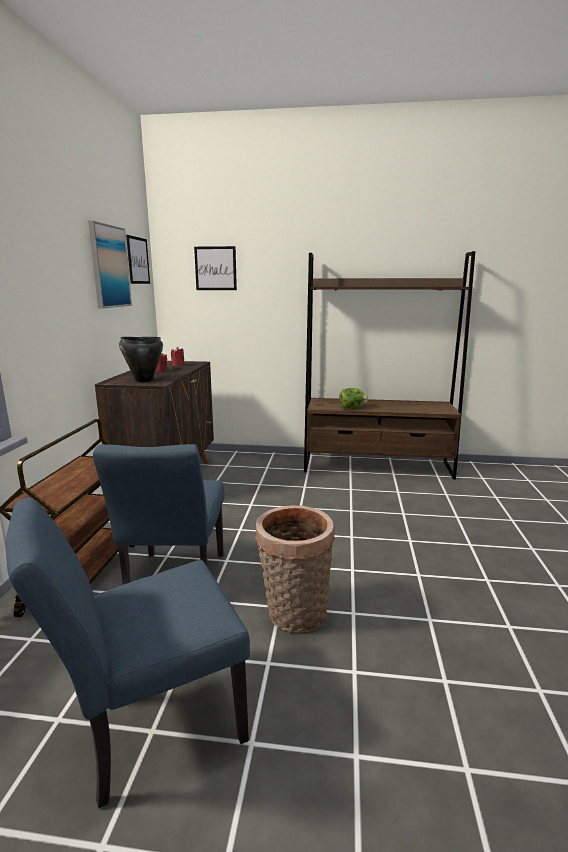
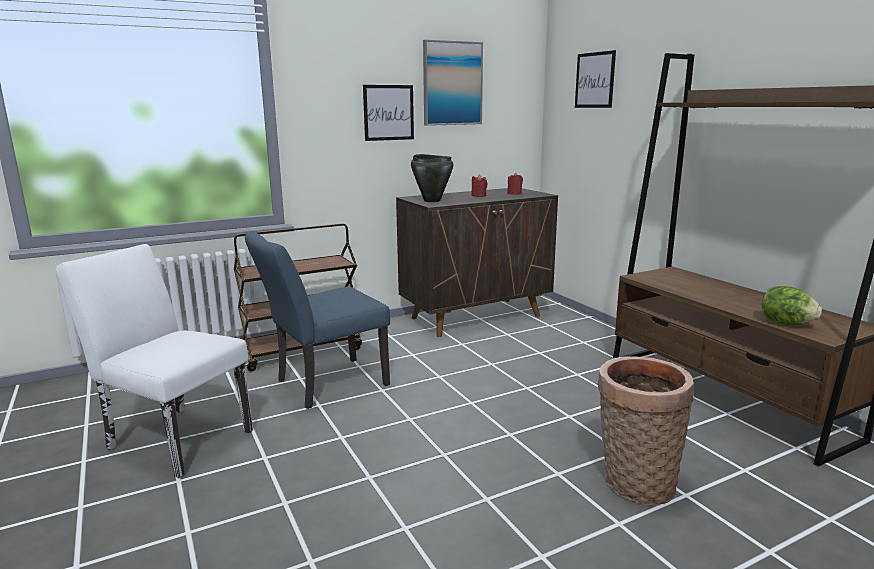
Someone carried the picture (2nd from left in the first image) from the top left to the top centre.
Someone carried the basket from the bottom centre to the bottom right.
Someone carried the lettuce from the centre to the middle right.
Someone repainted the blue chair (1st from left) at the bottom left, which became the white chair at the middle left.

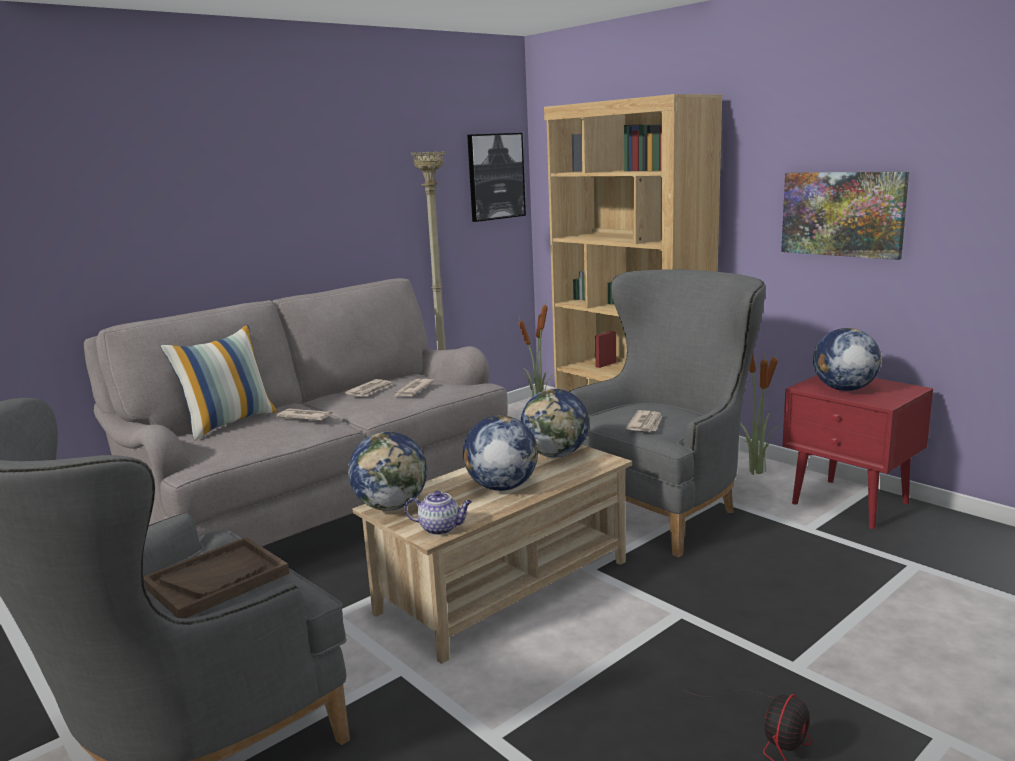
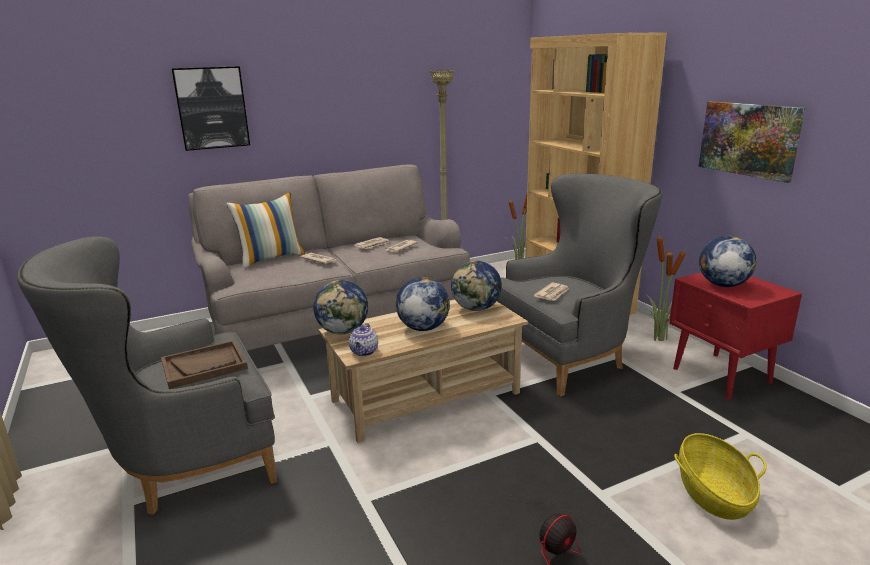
Someone put down the basket at the bottom right.
Someone carried the picture (1st from left) from the top centre to the top left.
Someone rotated the teapot at the bottom centre by 75 degrees clockwise.

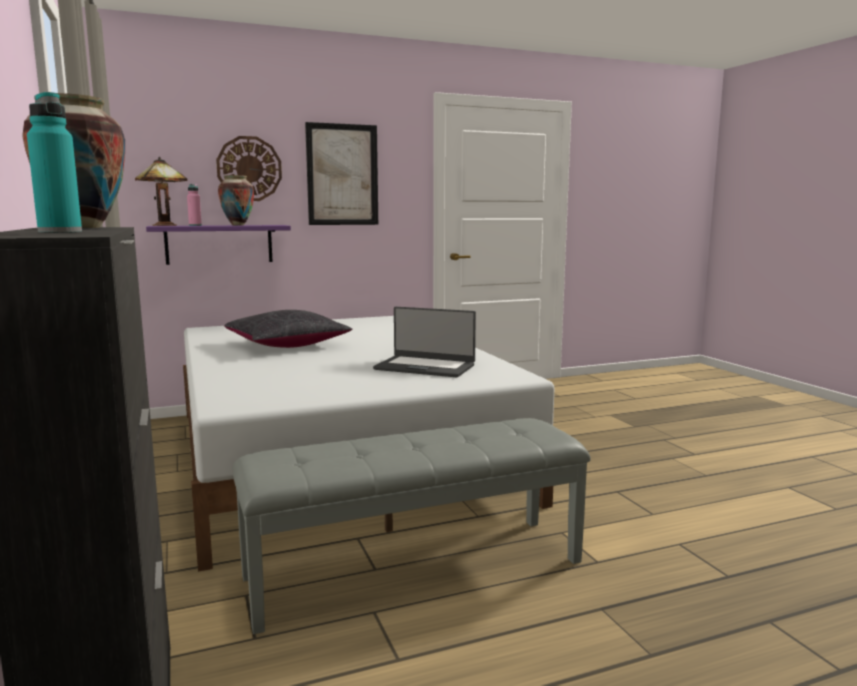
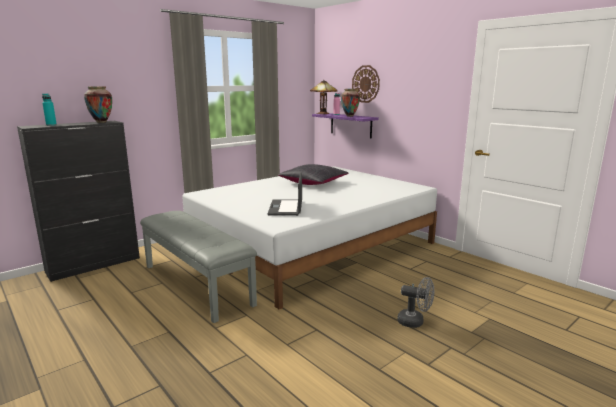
Someone took away the picture at the top centre.
Someone put down the grey fan at the bottom right.

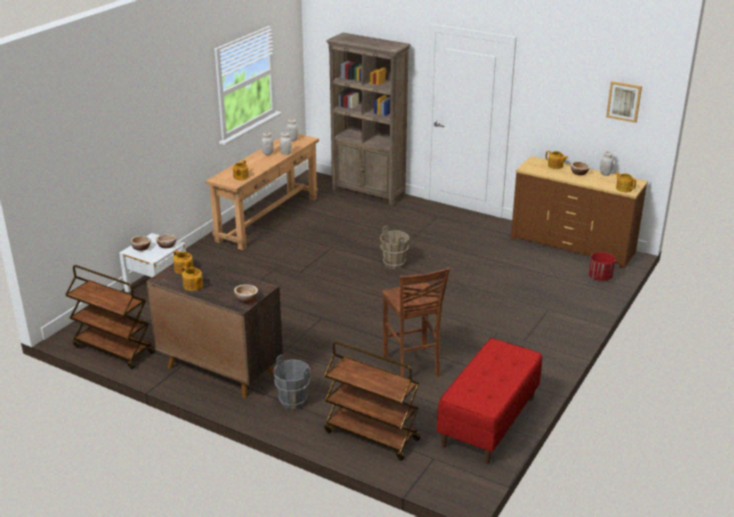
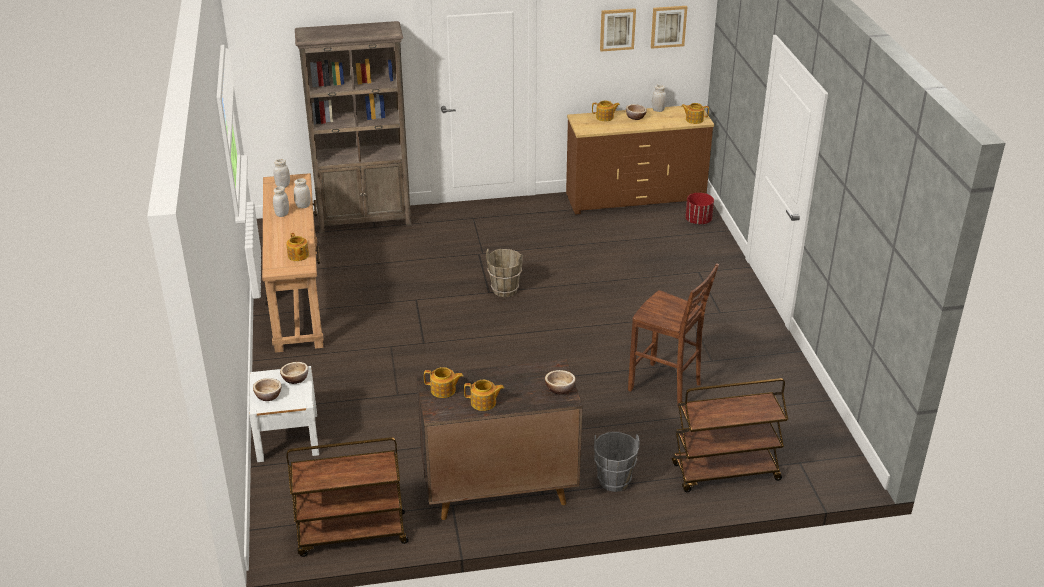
Someone took away the red bench at the bottom centre.
Someone put up the picture (1st from left) at the top centre.

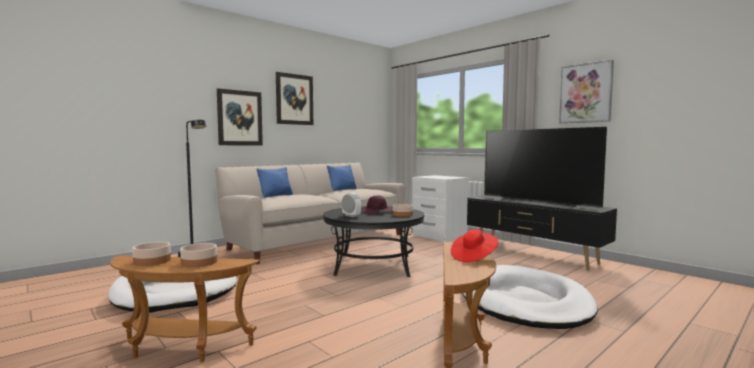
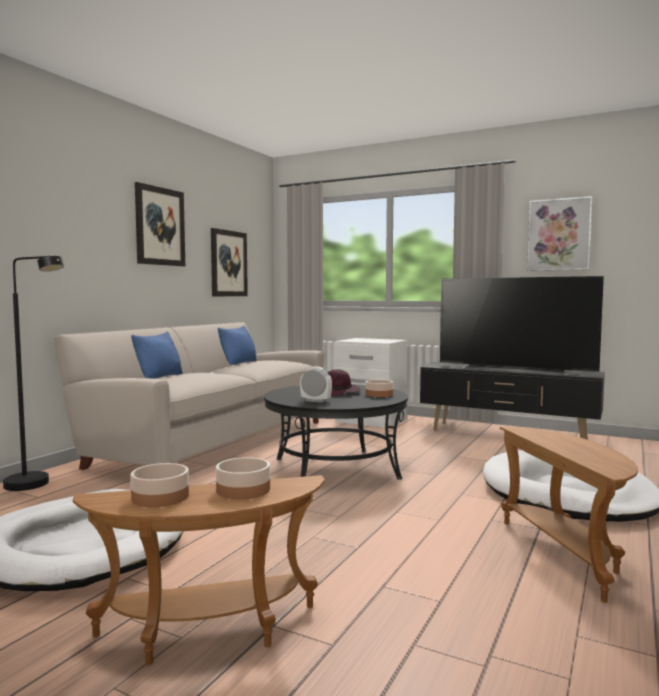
Someone took away the red hat at the centre.
Someone carried the picture (1st from left in the first image) from the top left to the centre.

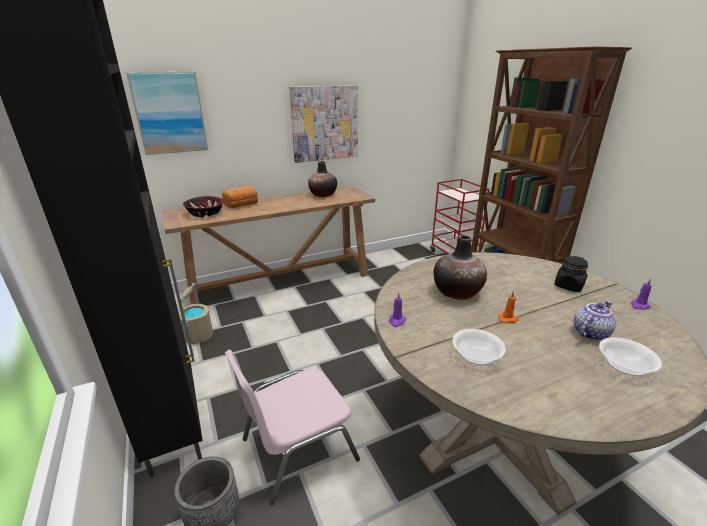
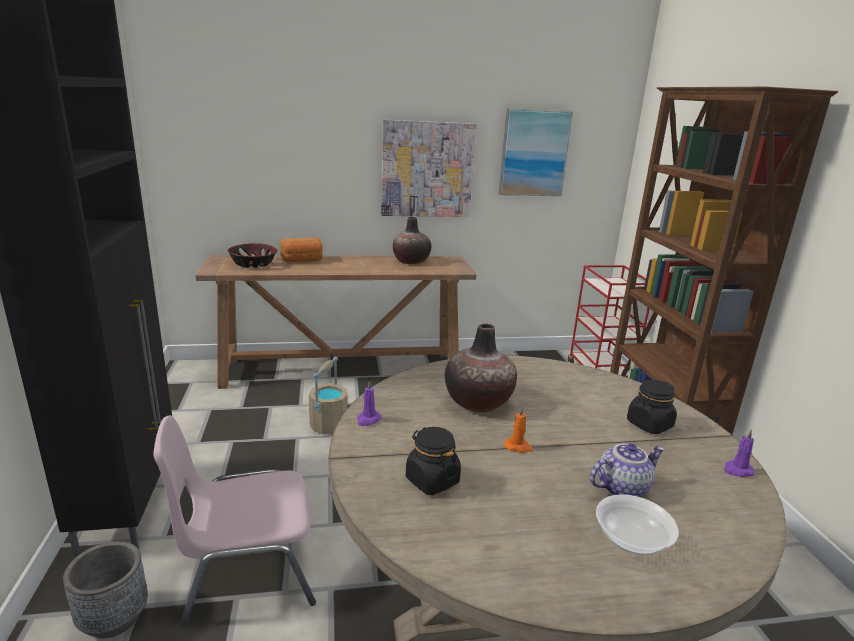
Someone carried the picture (1st from left in the first image) from the top left to the top centre.
Someone carried the beige bucket from the middle left to the centre.
Someone swapped the bowl (2nd from left) at the middle right for the black jar (1st from left) at the bottom centre.

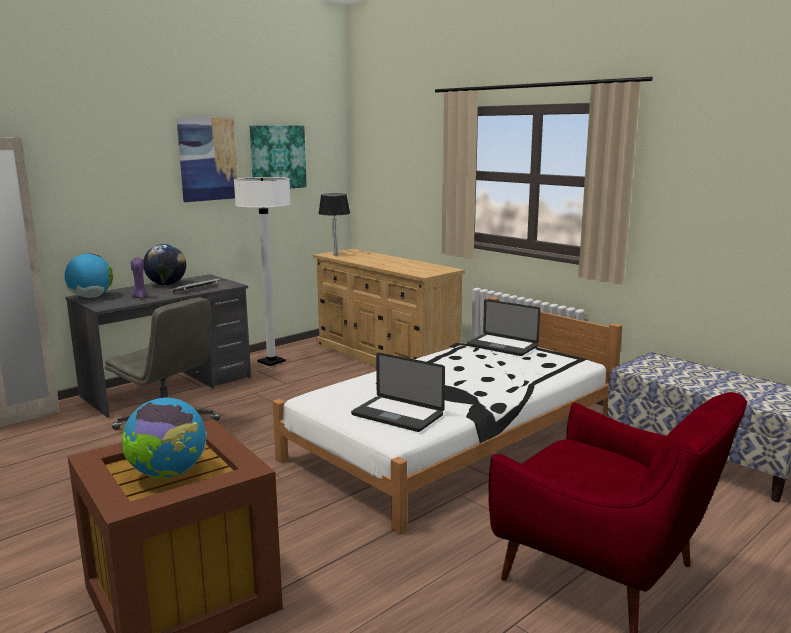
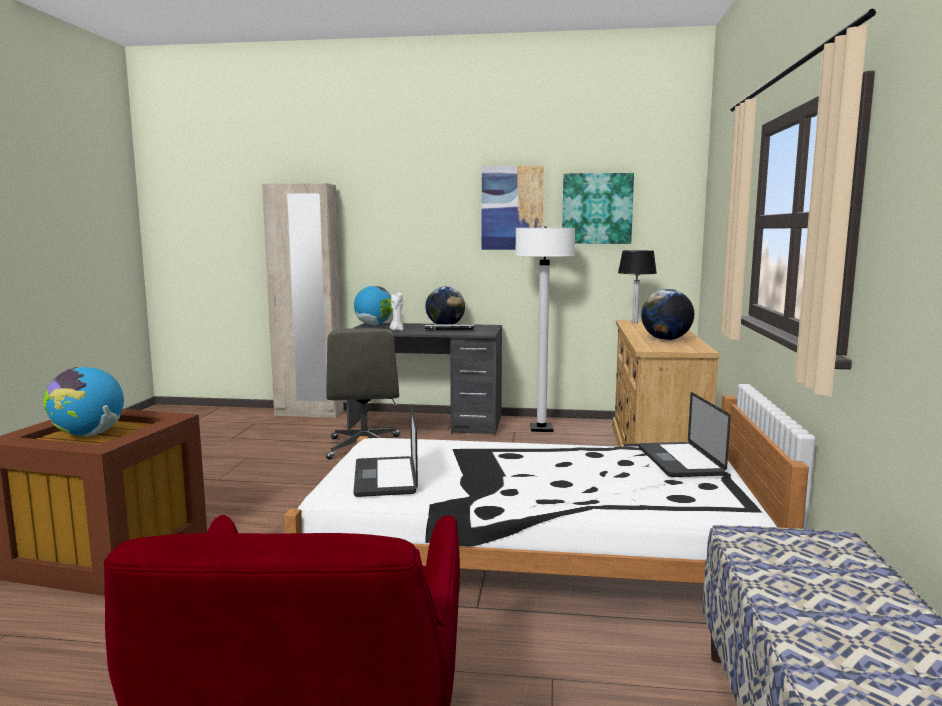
Someone put down the globe (4th from left) at the middle right.
Someone repainted the purple candle at the middle left, which became the white candle at the centre.

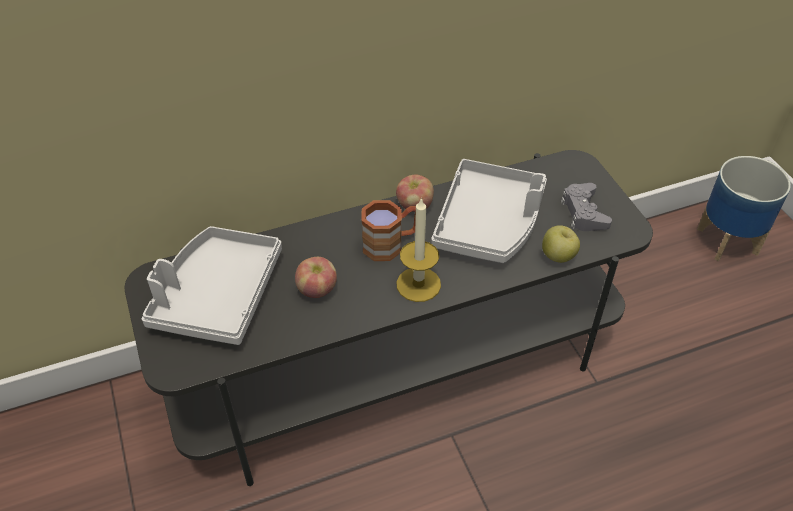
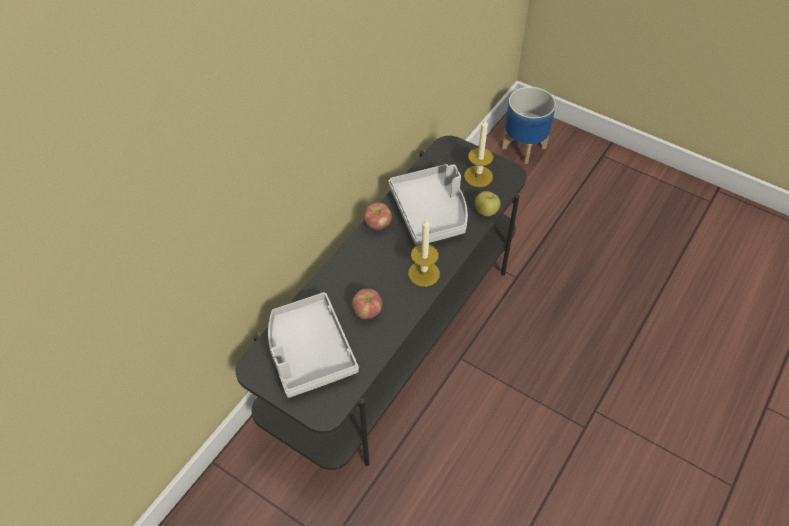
Someone took away the brown mug at the centre.
Someone swapped the grey game controller at the middle right for the candle (2nd from left) at the top centre.

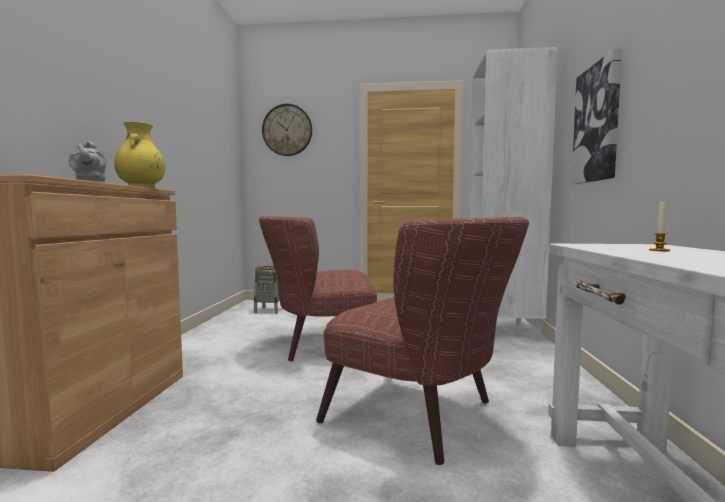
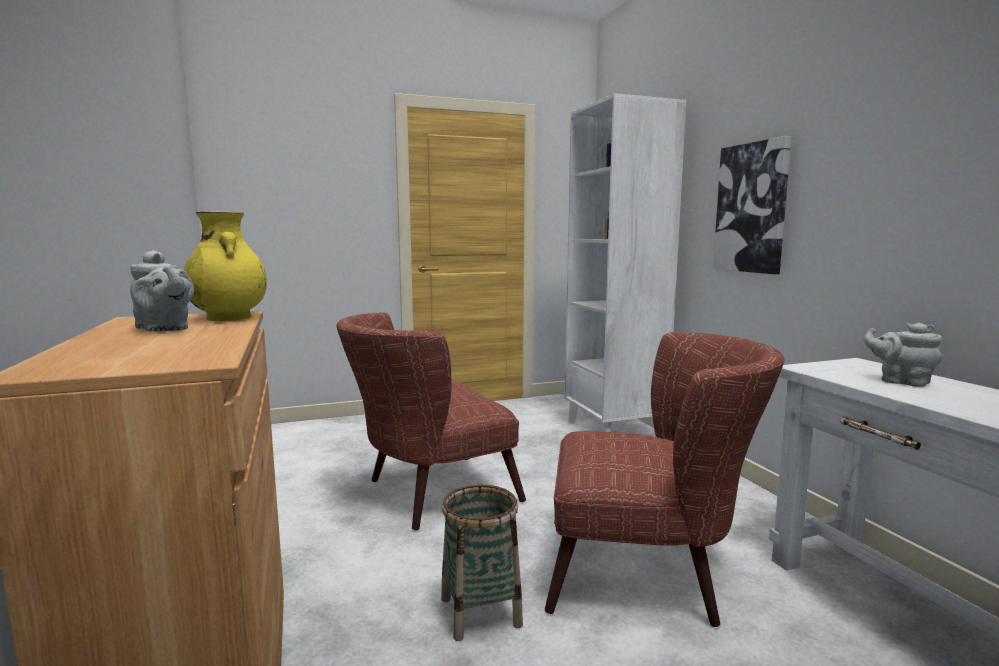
Someone took away the wall clock at the top centre.
Someone carried the basket from the centre to the bottom centre.
Someone swapped the candle at the middle right for the grey teapot (2nd from left) at the middle right.

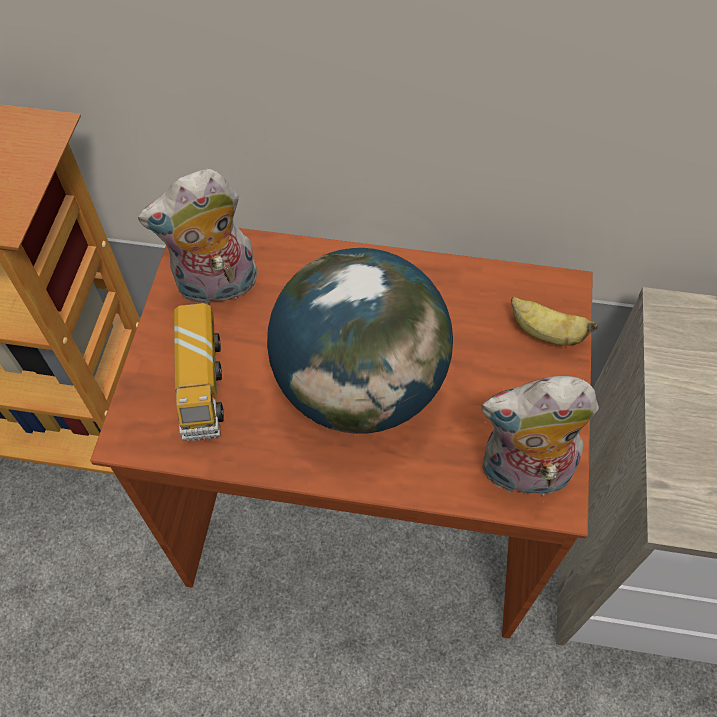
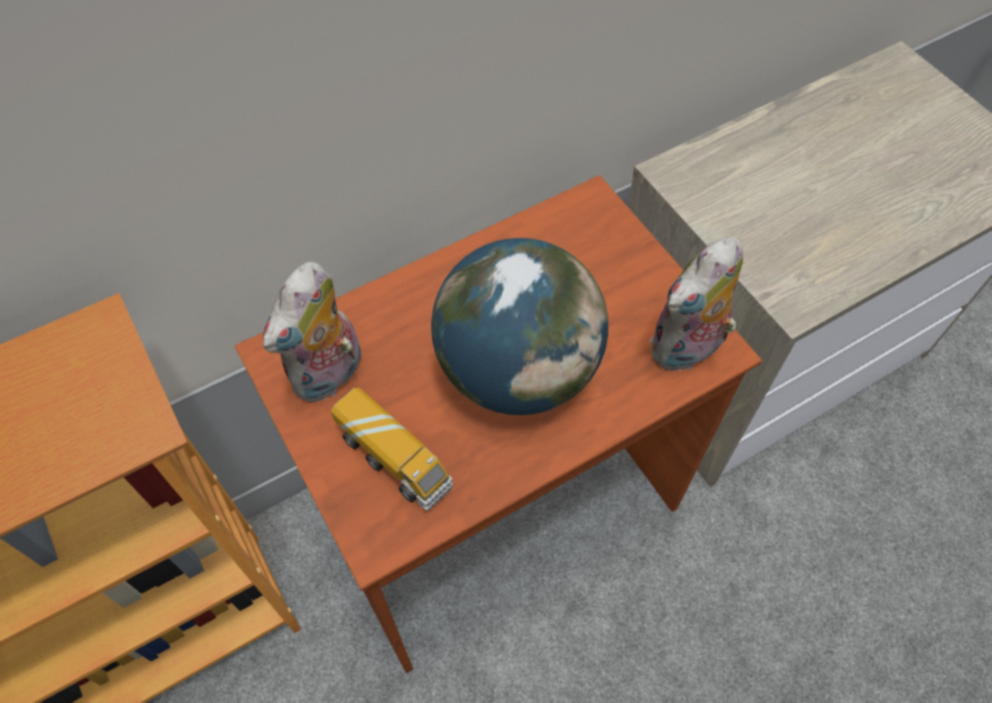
Someone took away the banana at the middle right.

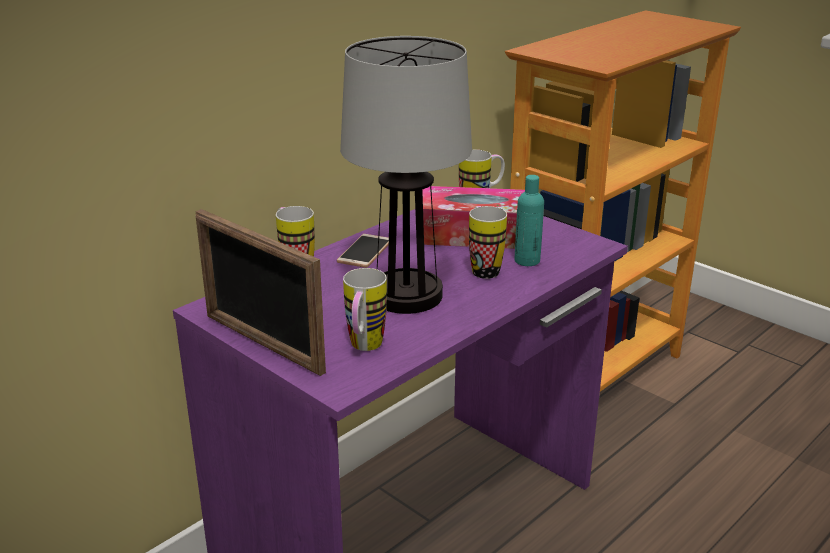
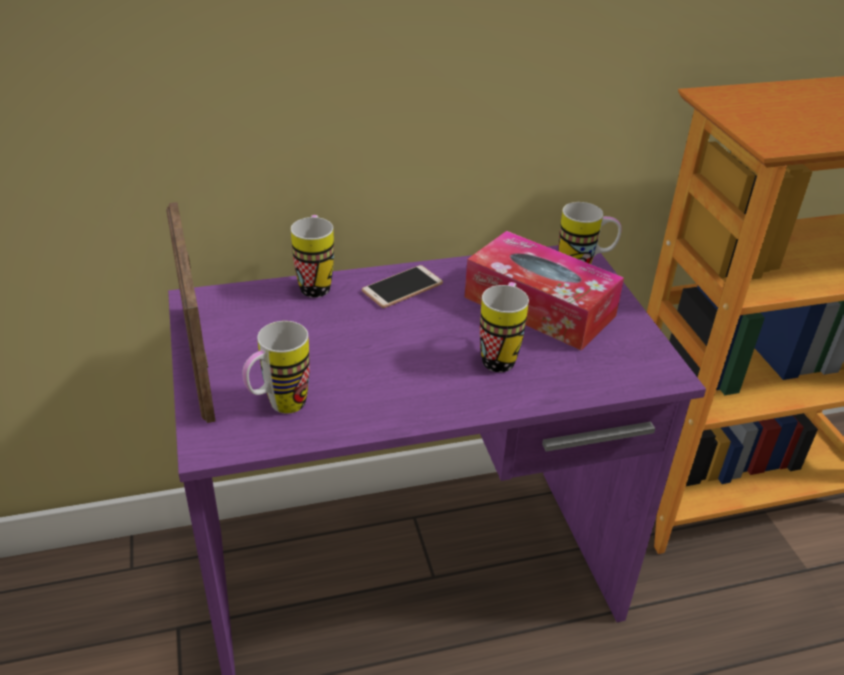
Someone took away the table lamp at the top centre.
Someone took away the turquoise bottle at the centre.

